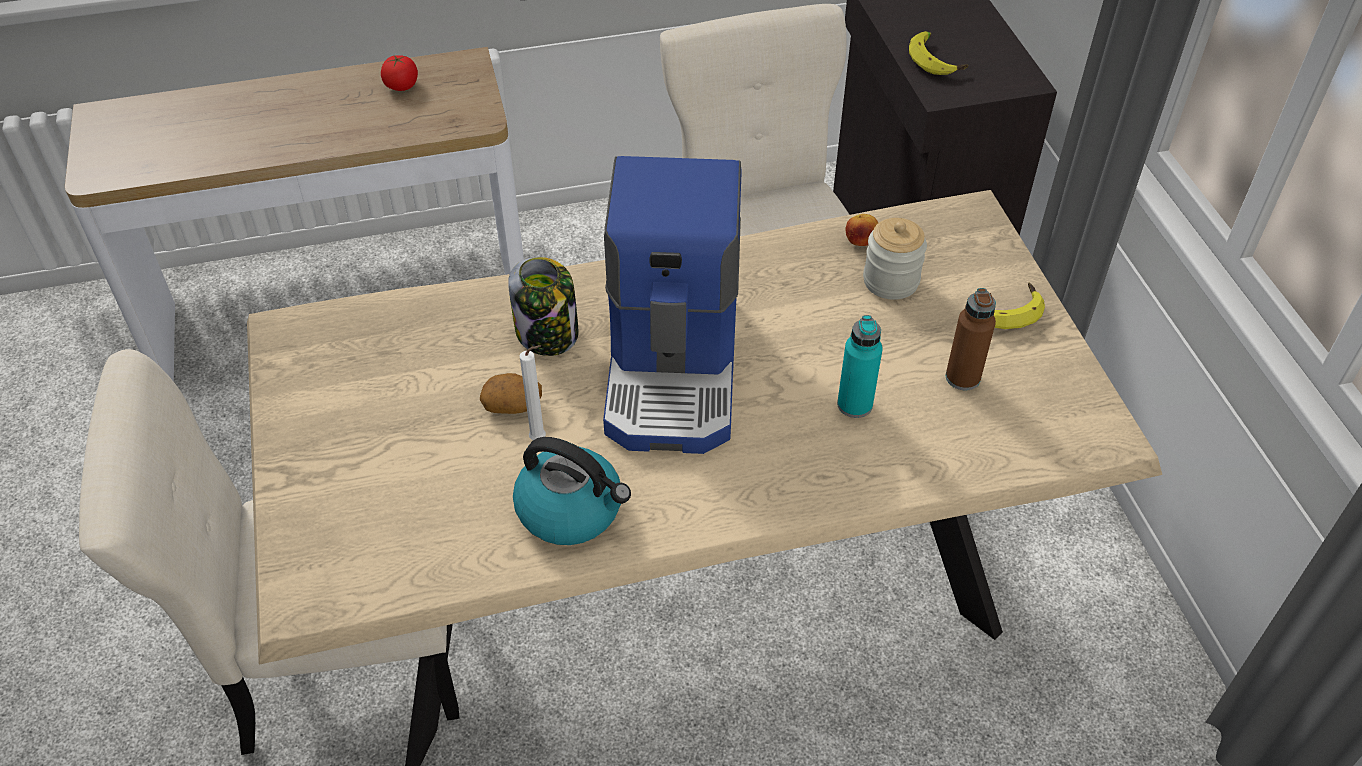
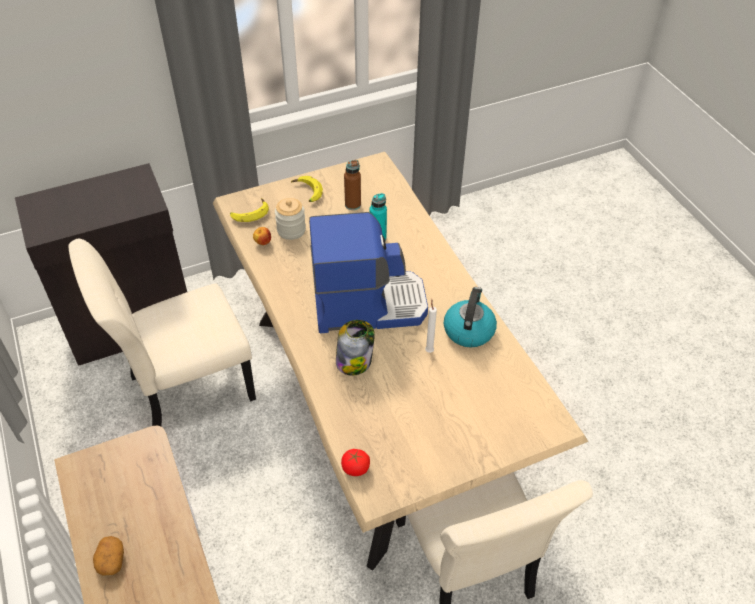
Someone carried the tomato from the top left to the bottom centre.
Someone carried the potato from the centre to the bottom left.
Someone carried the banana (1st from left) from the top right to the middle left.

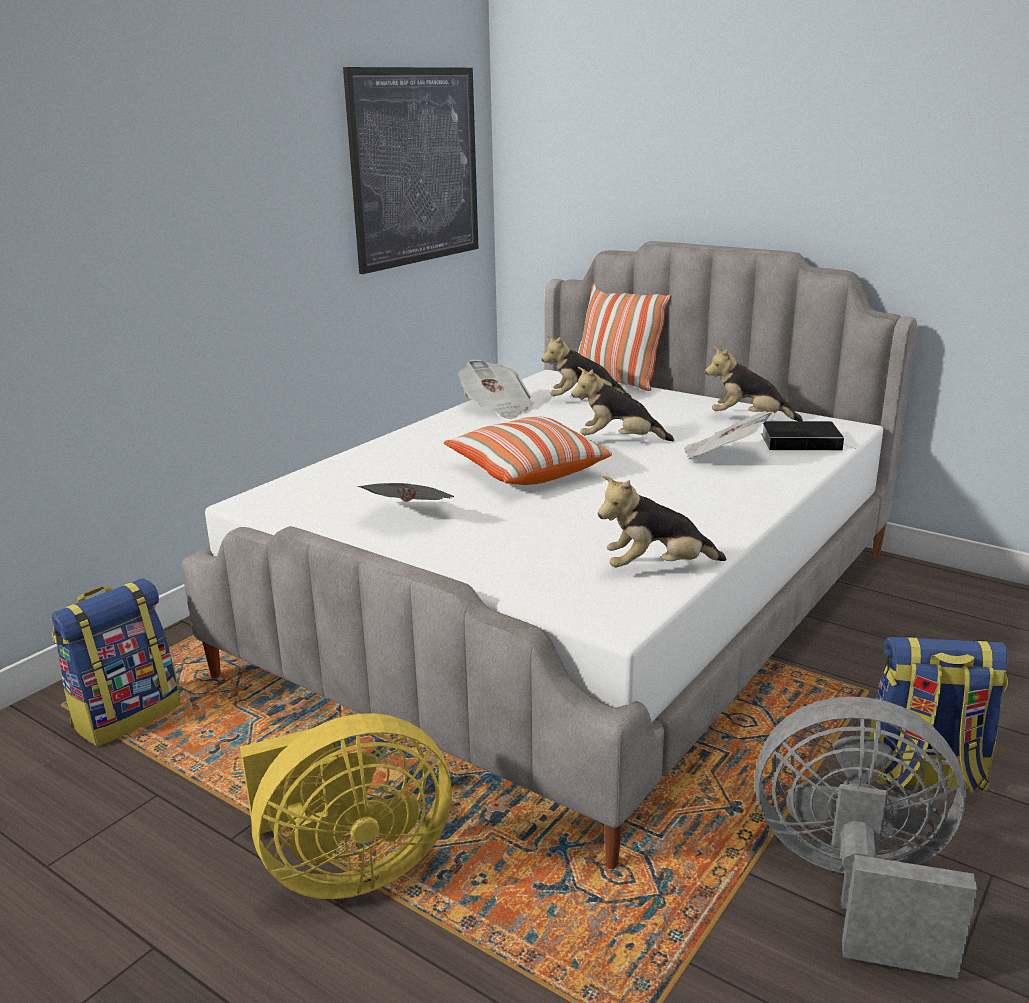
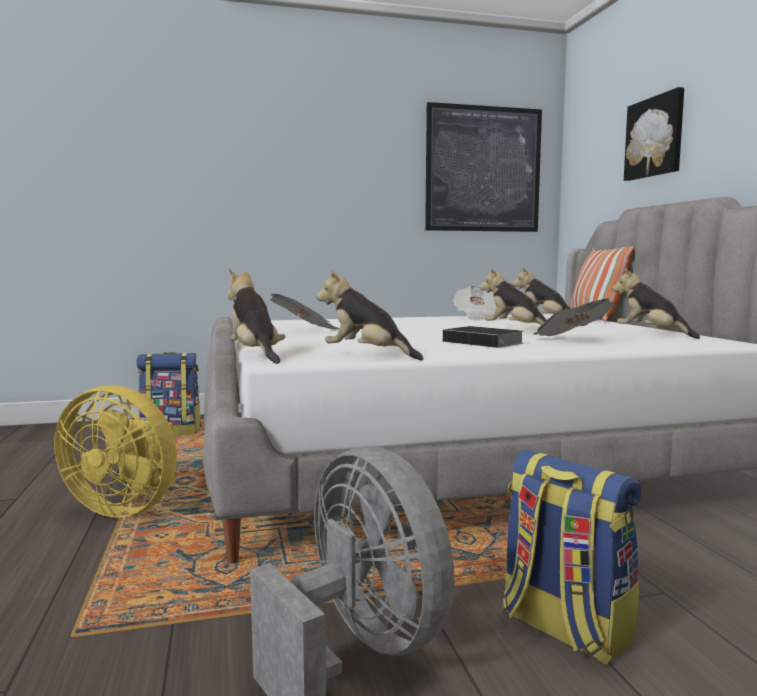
Someone took away the pillow (1st from left) at the centre.
Someone put down the plush toy (1st from left) at the centre.
Someone put up the picture (2nd from left) at the top right.
Someone carried the book from the middle right to the centre.

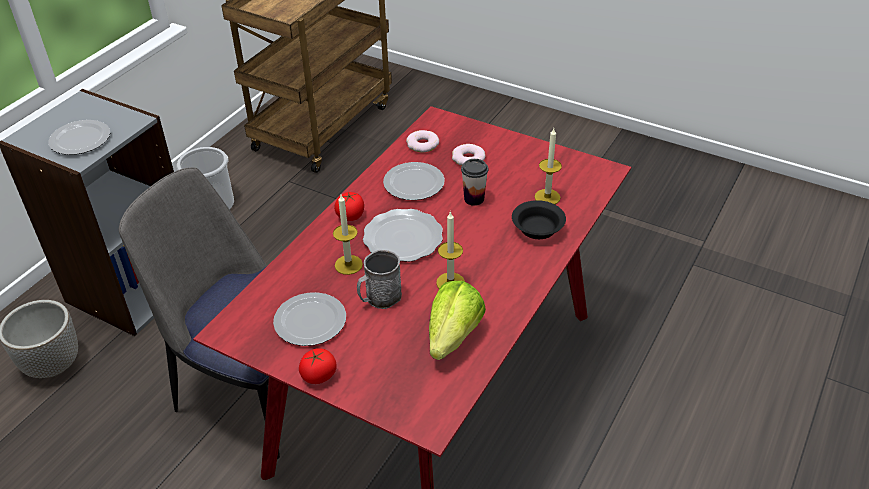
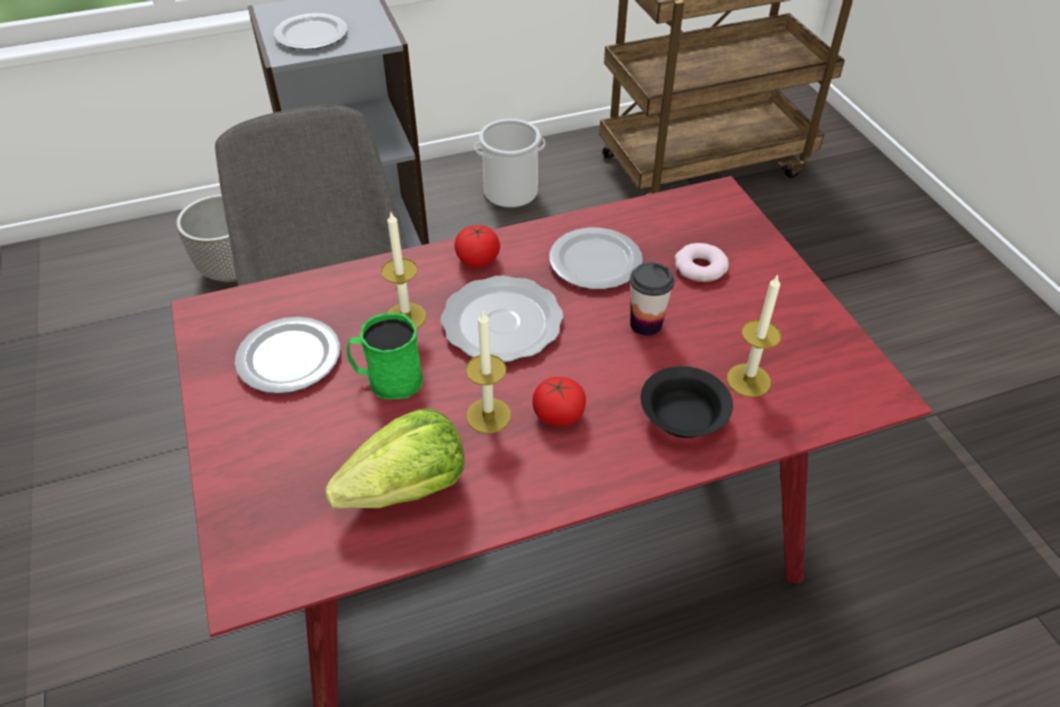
Someone took away the donut (1st from left) at the top centre.
Someone carried the tomato (1st from left in the first image) from the bottom centre to the centre.
Someone repainted the grey mug at the centre, which became the green mug at the centre.

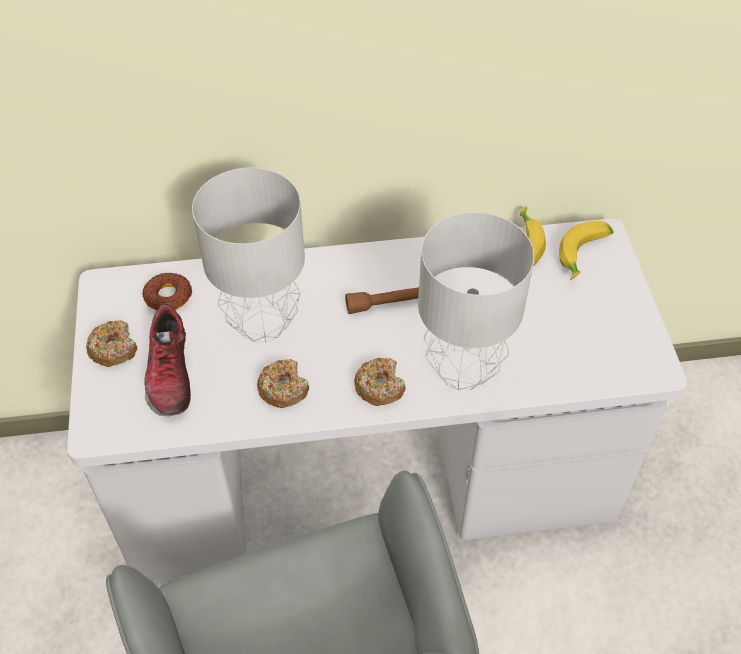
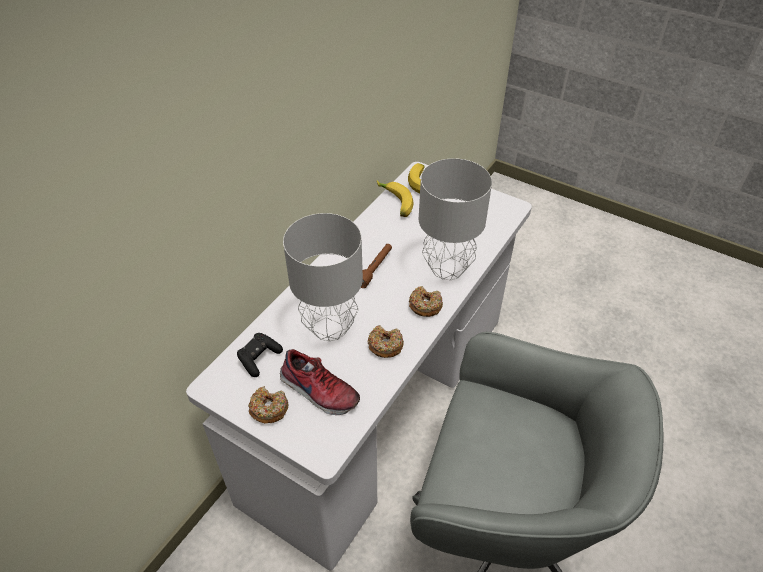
Someone swapped the donut (2nd from left) at the middle left for the black game controller at the centre.

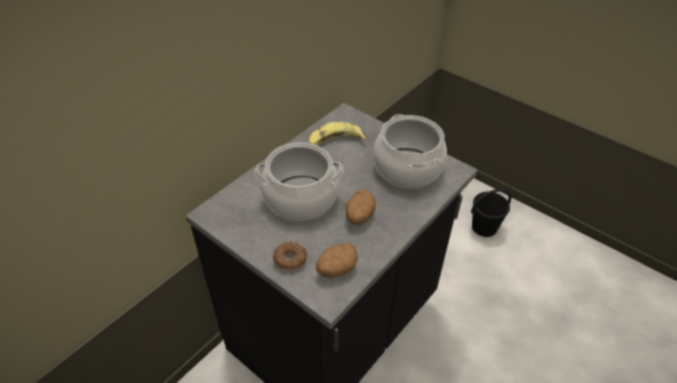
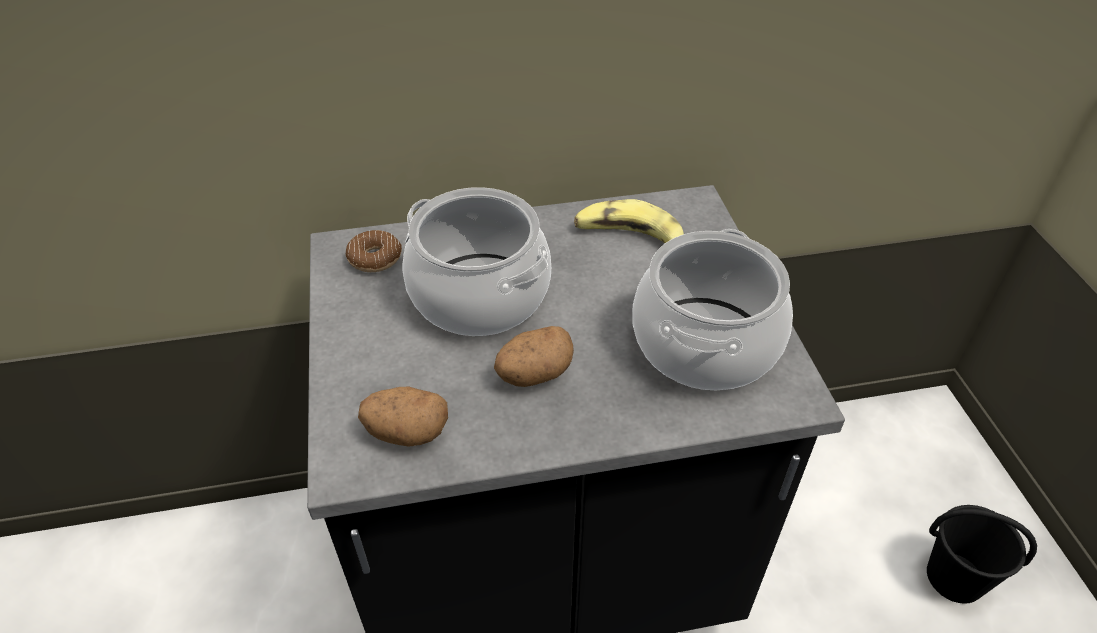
Someone carried the donut from the bottom centre to the centre.

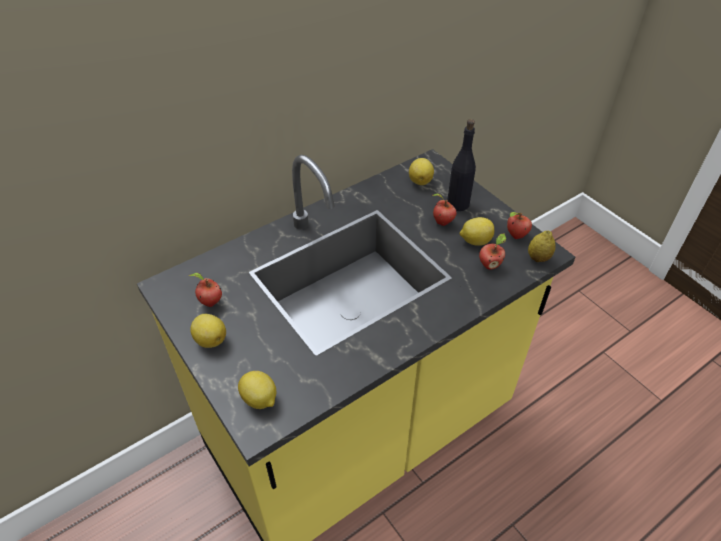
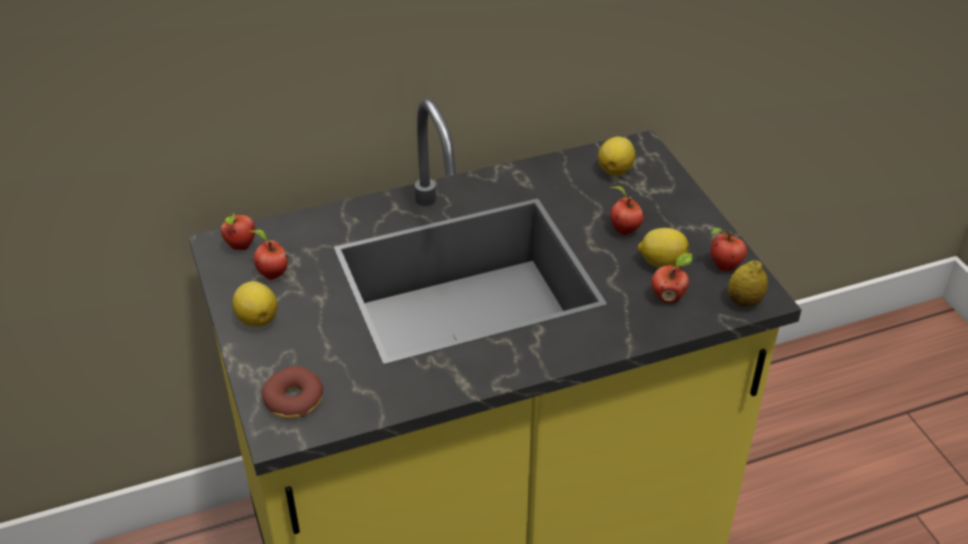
Someone took away the black bottle at the top centre.
Someone put down the apple (1st from left) at the middle left.
Someone swapped the lemon (2nd from left) at the bottom centre for the donut at the bottom left.

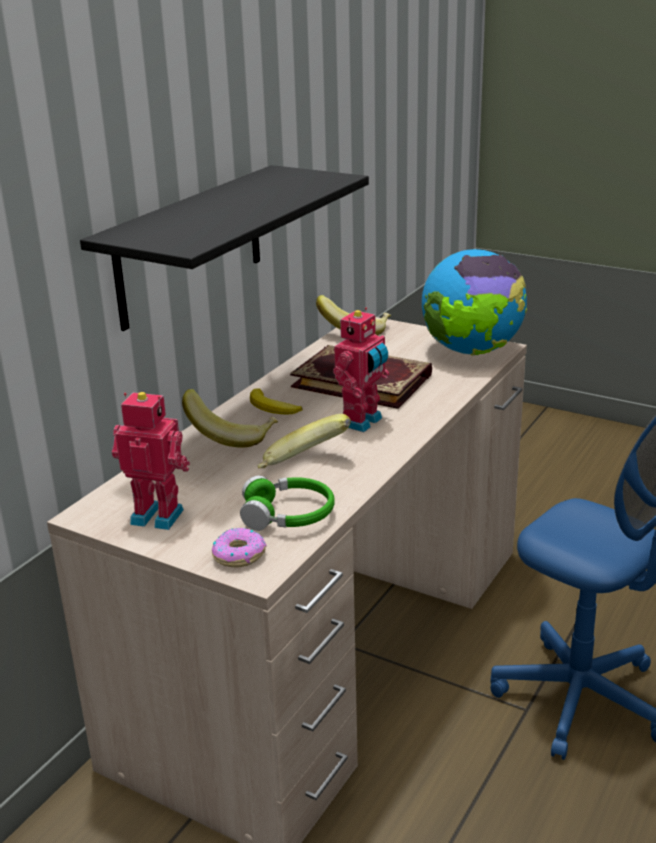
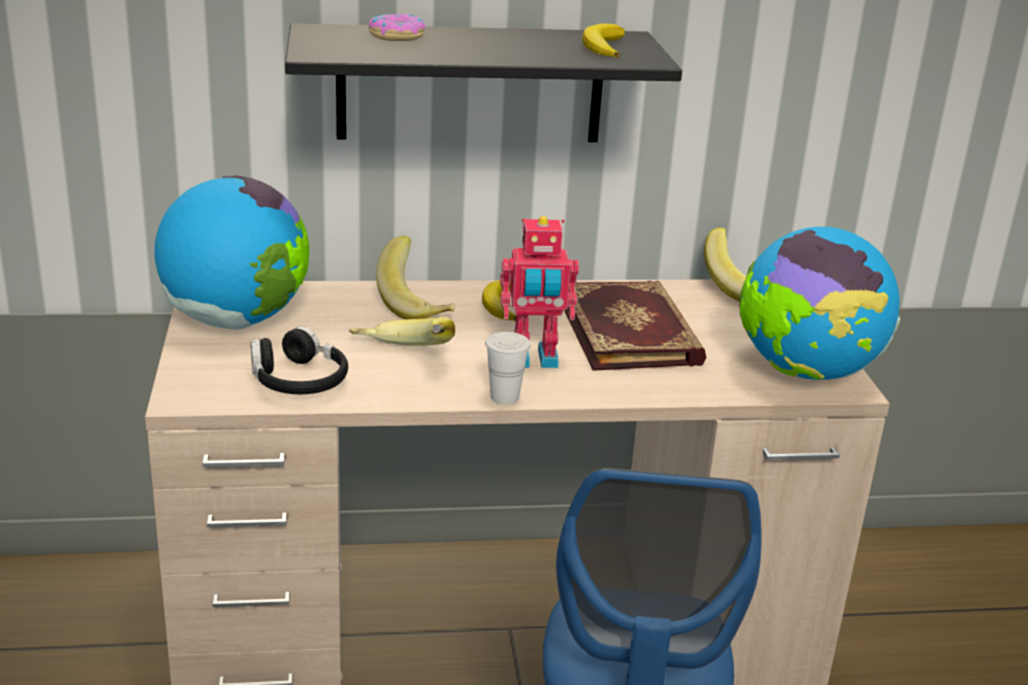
Someone put down the white cup at the centre.
Someone put down the banana (4th from left) at the top centre.
Someone carried the donut from the centre to the top centre.
Someone swapped the toy robot (1st from left) at the middle left for the globe (1st from left) at the middle left.
Someone repainted the green headphones at the centre, which became the black headphones at the middle left.

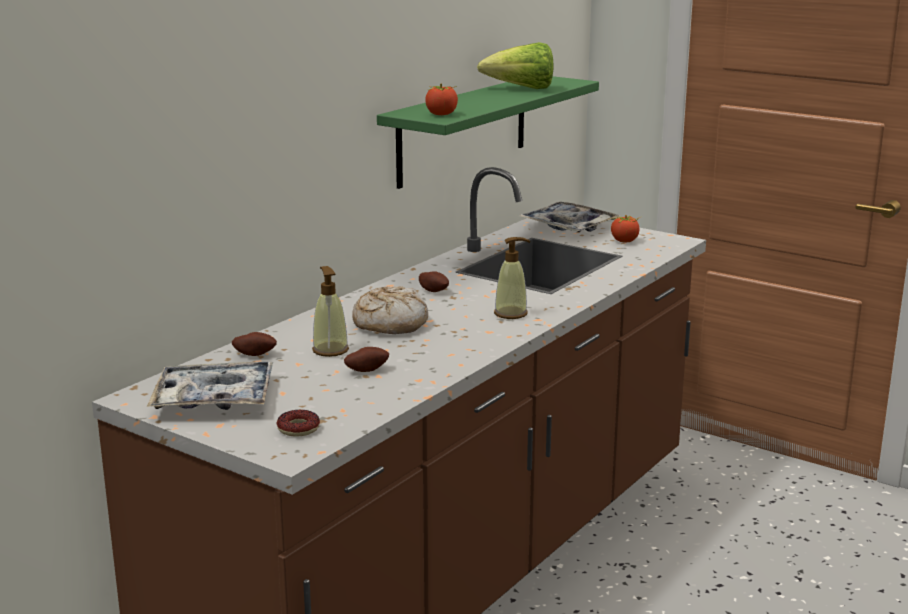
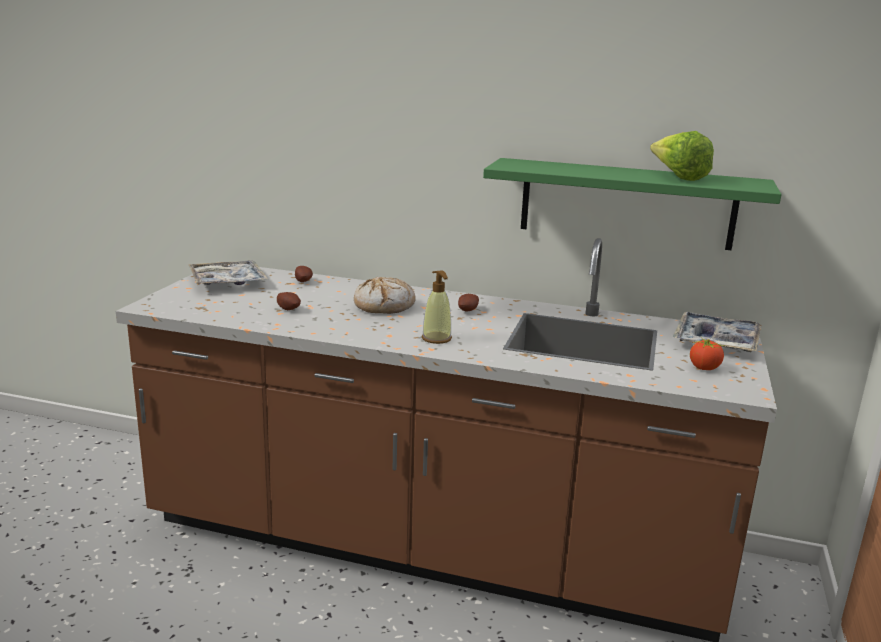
Someone took away the donut at the bottom left.
Someone took away the soap dispenser (1st from left) at the centre.
Someone took away the tomato (1st from left) at the top centre.

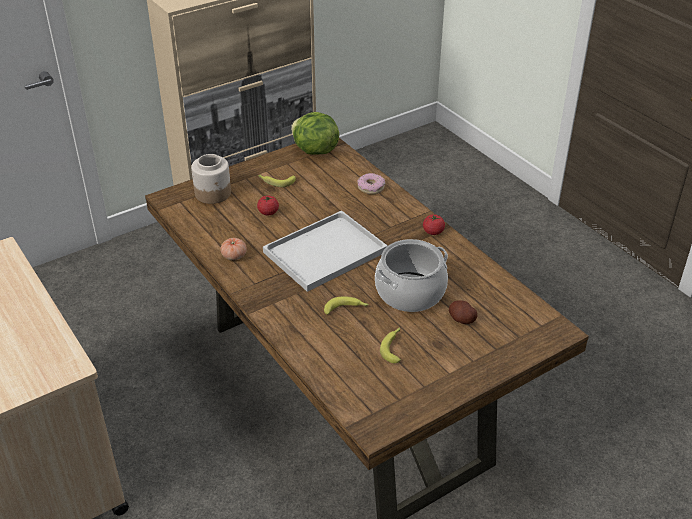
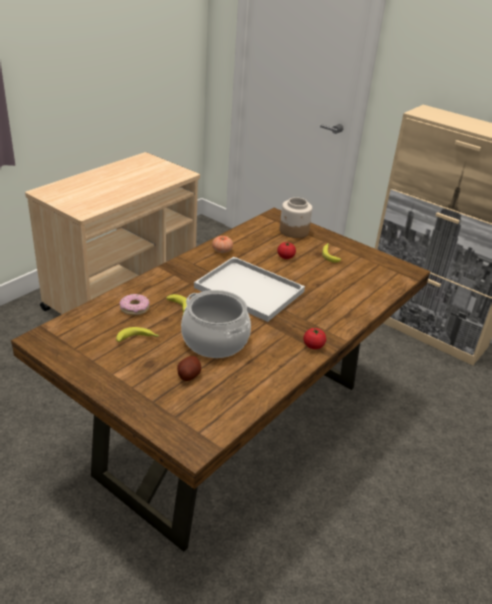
Someone took away the lettuce at the top centre.
Someone carried the donut from the centre to the middle left.

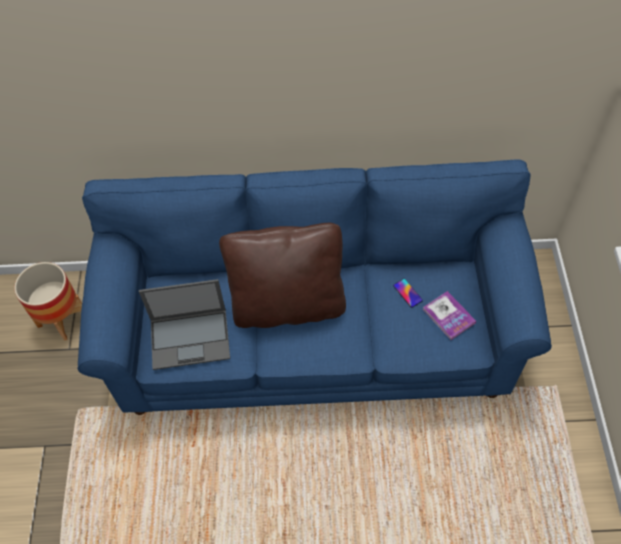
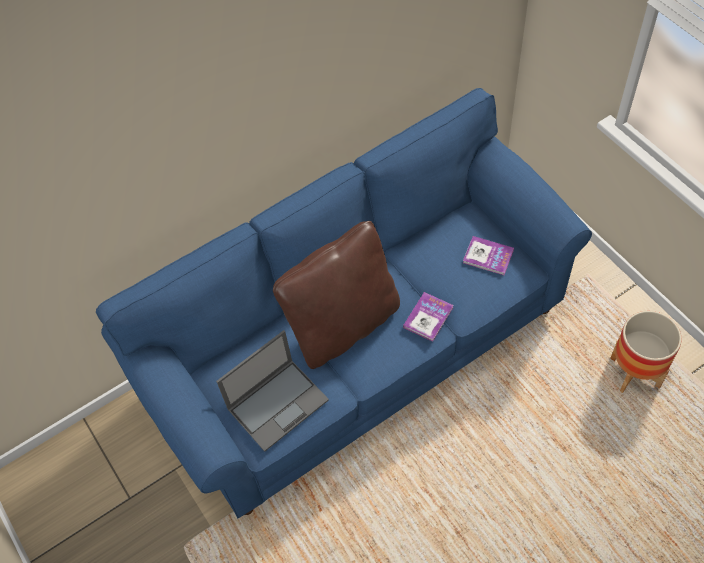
Someone took away the phone at the centre.
Someone put down the book (1st from left) at the centre.
Someone carried the planter from the middle left to the middle right.

